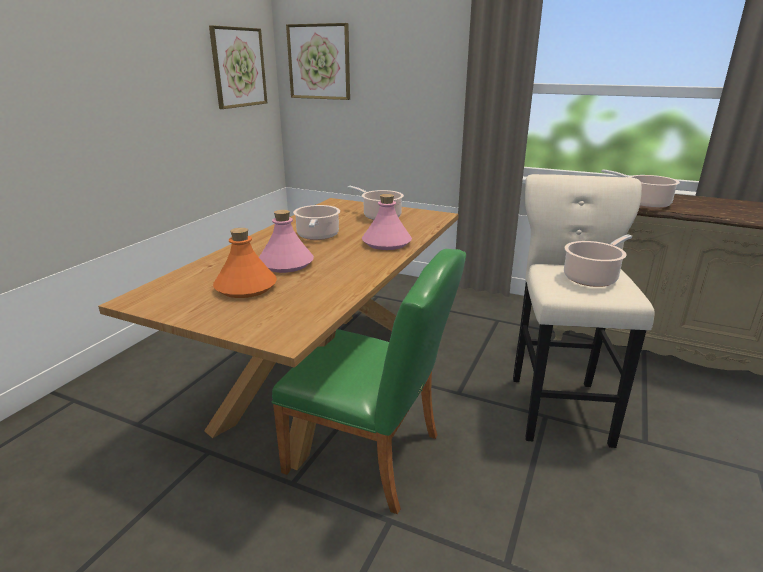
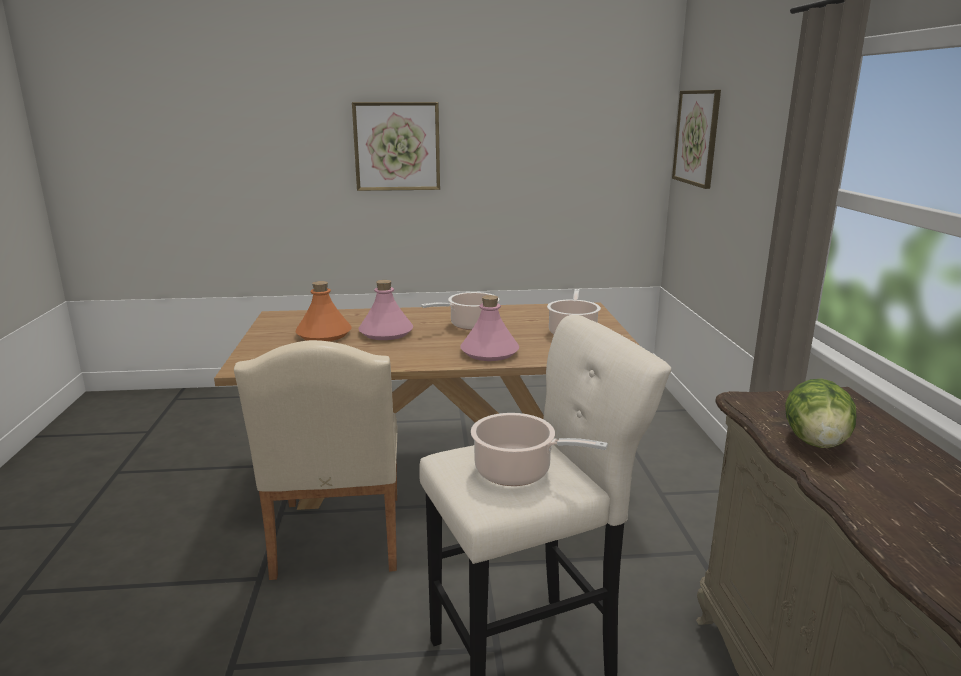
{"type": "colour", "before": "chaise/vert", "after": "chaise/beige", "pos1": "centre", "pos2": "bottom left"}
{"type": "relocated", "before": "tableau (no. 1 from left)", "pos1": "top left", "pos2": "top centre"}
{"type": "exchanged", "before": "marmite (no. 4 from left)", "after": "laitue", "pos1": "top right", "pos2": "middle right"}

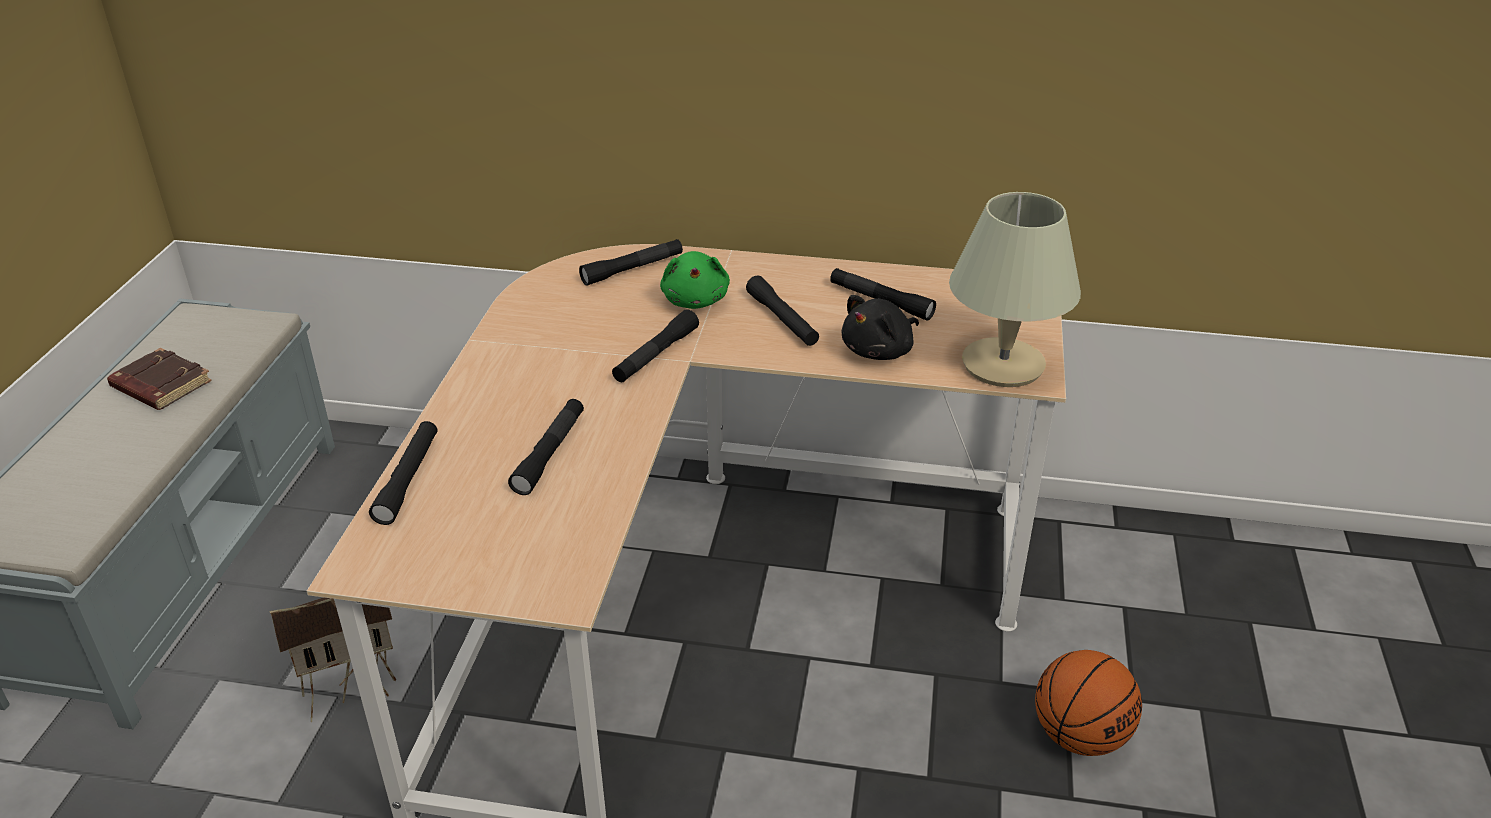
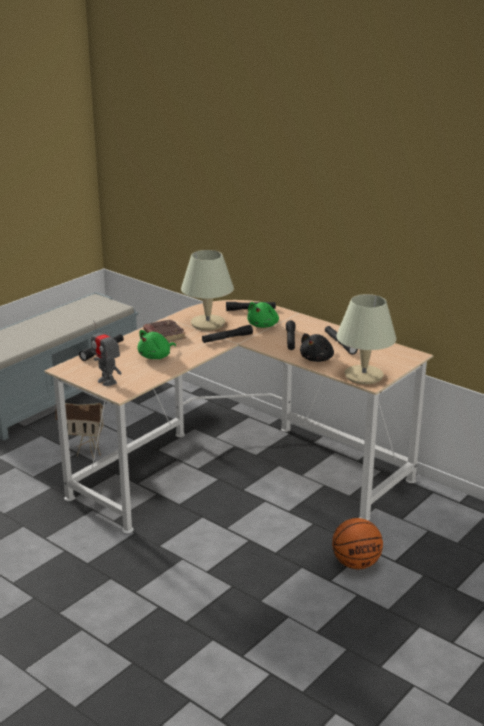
{"type": "appeared", "after": "robot jouet", "pos2": "middle left"}
{"type": "exchanged", "before": "lampe de poche/noir (no. 2 from left)", "after": "peluche/vert (no. 1 from left)", "pos1": "centre", "pos2": "middle left"}
{"type": "relocated", "before": "livre/marron", "pos1": "middle left", "pos2": "centre"}
{"type": "appeared", "after": "lampe de table/beige (no. 1 from left)", "pos2": "centre"}
{"type": "spun", "before": "peluche/noir", "pos1": "centre", "pos2": "centre", "turn": -45}

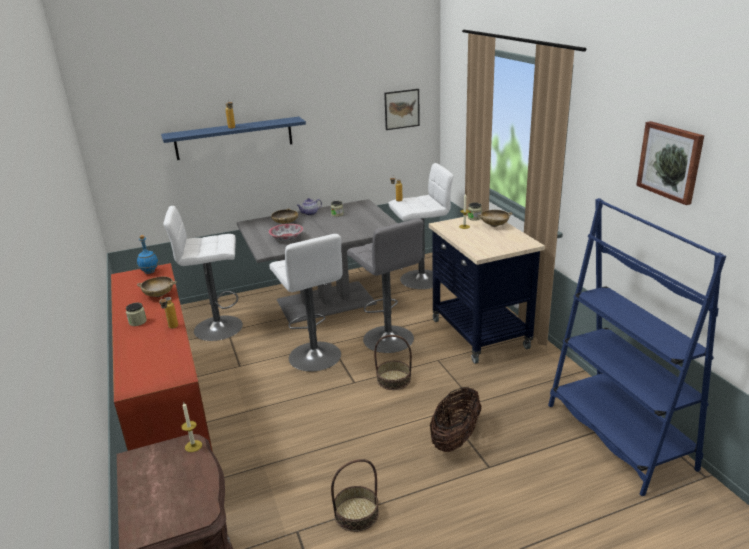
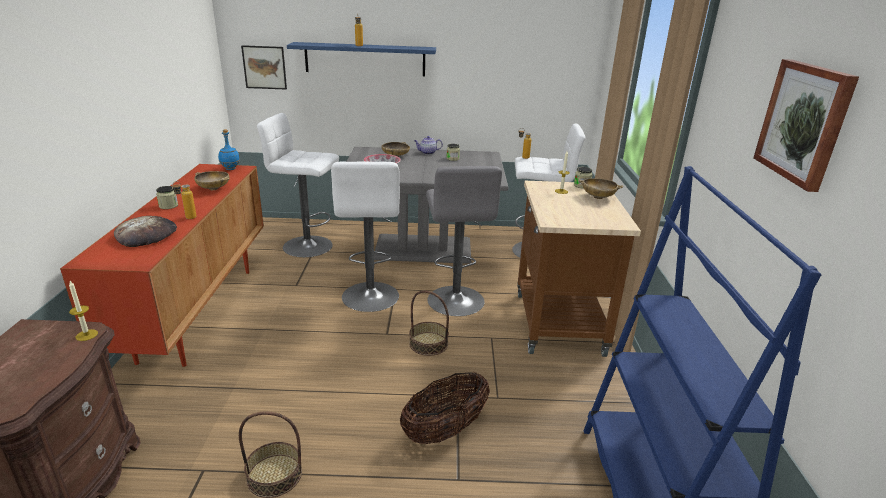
{"type": "appeared", "after": "pain", "pos2": "middle left"}
{"type": "relocated", "before": "tableau (no. 1 from left)", "pos1": "top centre", "pos2": "top left"}
{"type": "colour", "before": "chariot/bleu", "after": "chariot/marron", "pos1": "centre", "pos2": "centre"}

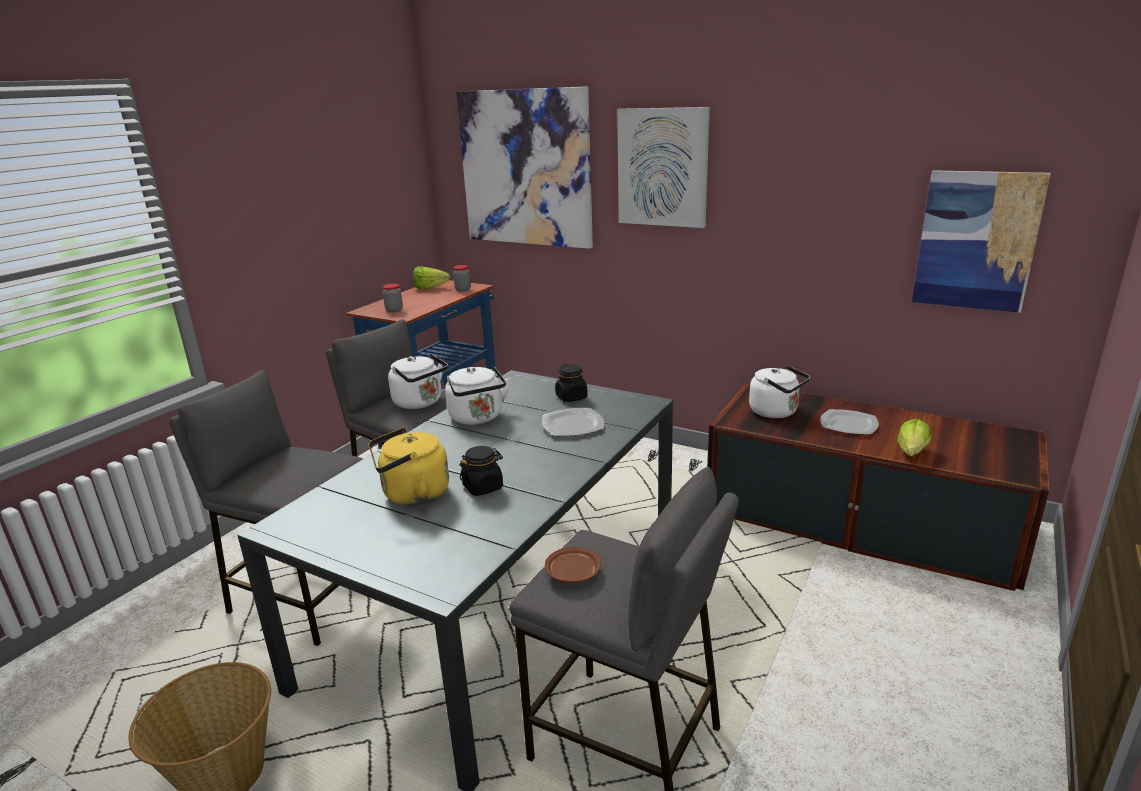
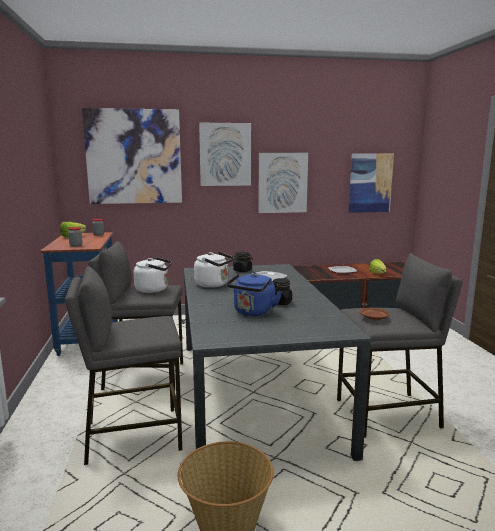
{"type": "colour", "before": "bouilloire/jaune", "after": "bouilloire/bleu", "pos1": "centre", "pos2": "centre"}
{"type": "appeared", "after": "tableau (no. 3 from left)", "pos2": "centre"}
{"type": "missing", "before": "bouilloire/blanc (no. 3 from left)", "pos1": "middle right"}

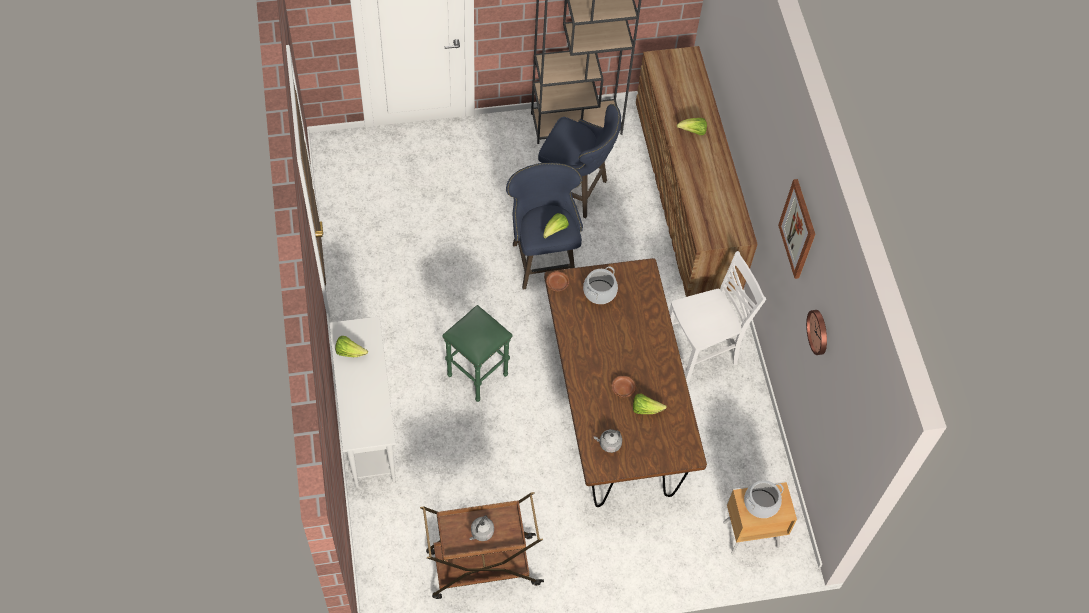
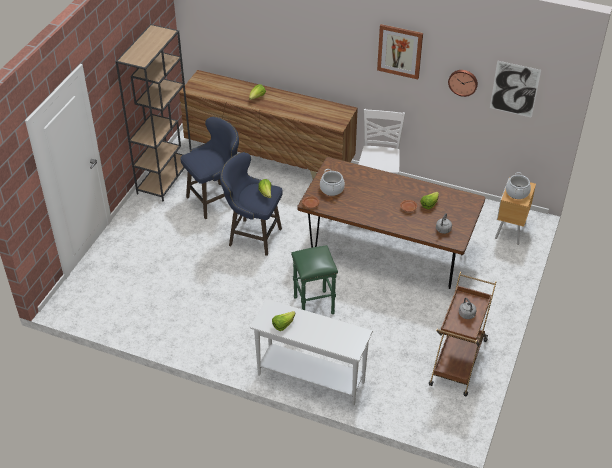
{"type": "appeared", "after": "tableau (no. 2 from left)", "pos2": "top right"}

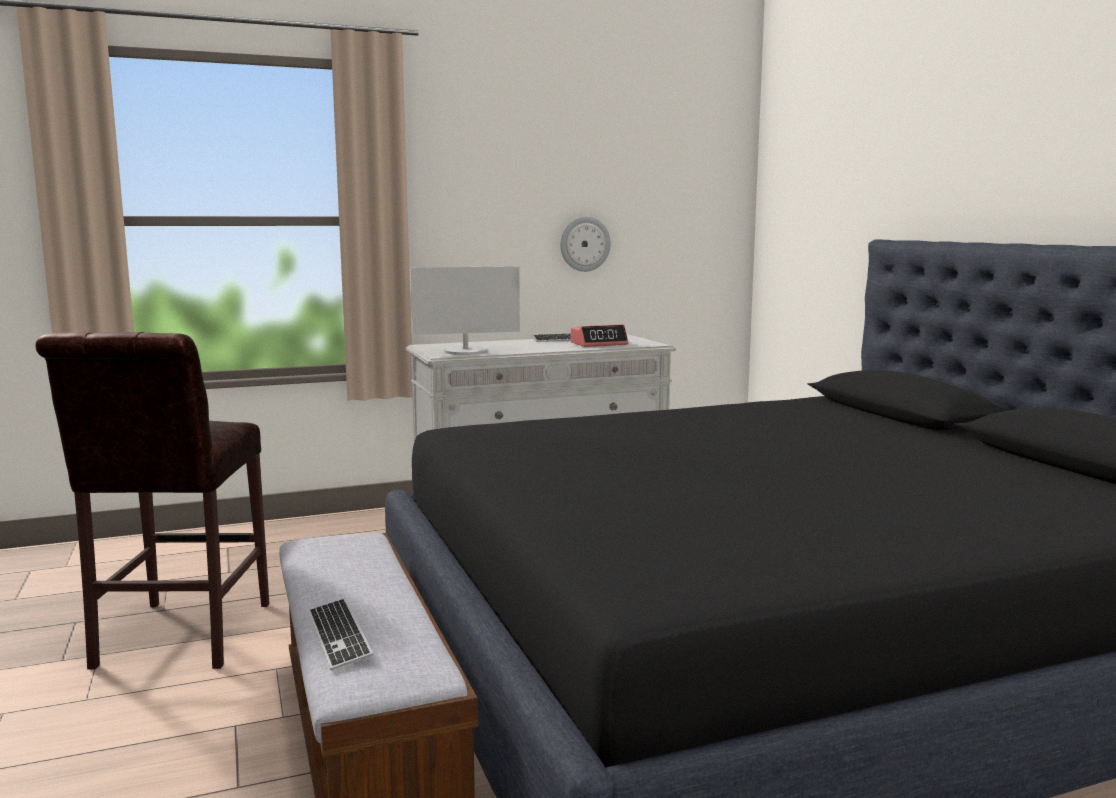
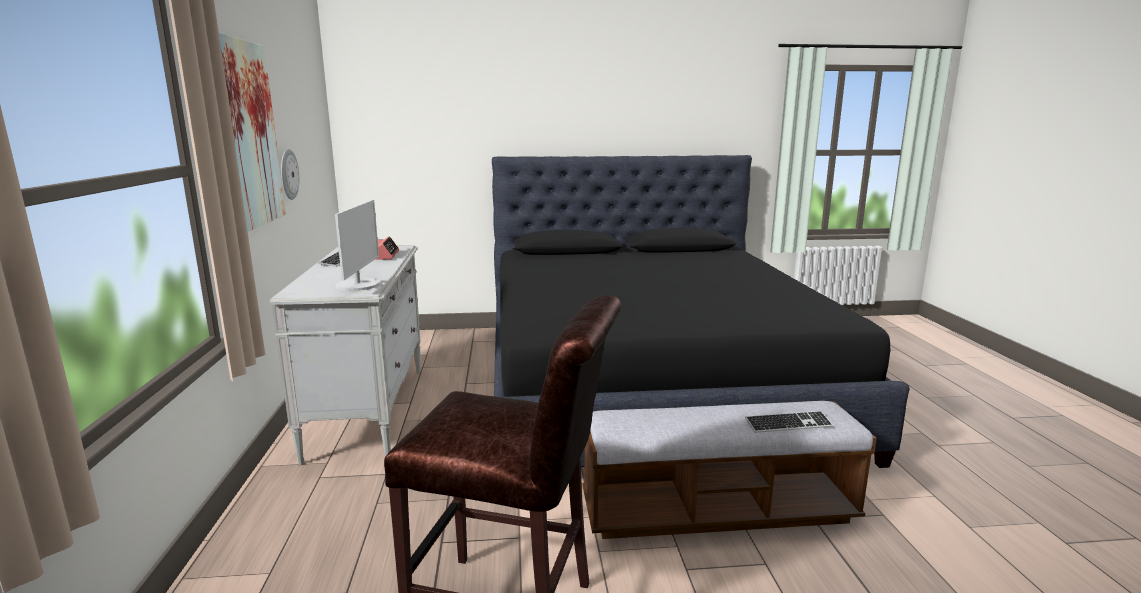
{"type": "appeared", "after": "tableau", "pos2": "top left"}

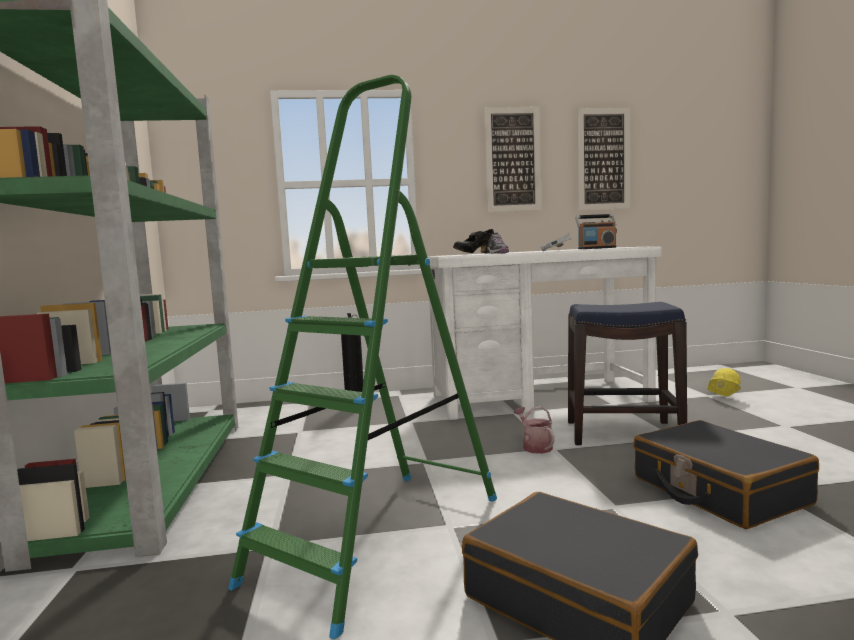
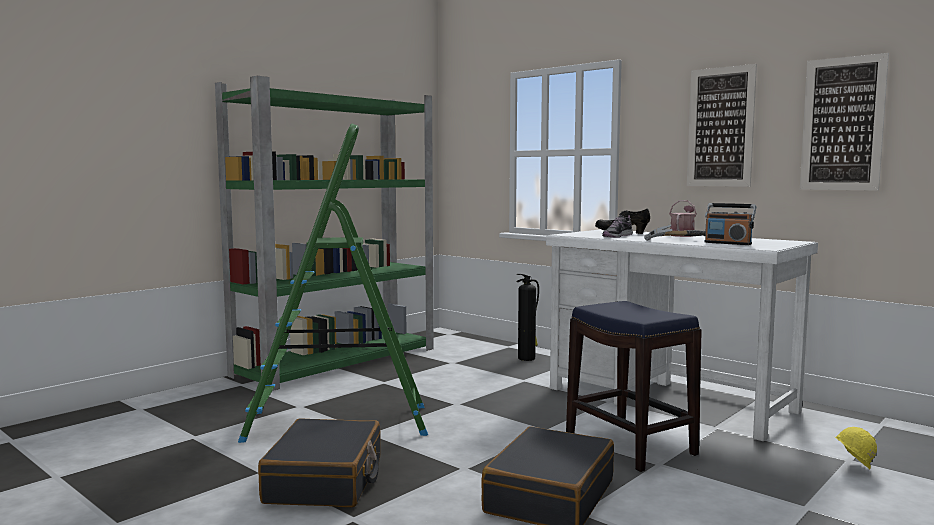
{"type": "relocated", "before": "arrosoir", "pos1": "bottom centre", "pos2": "middle right"}

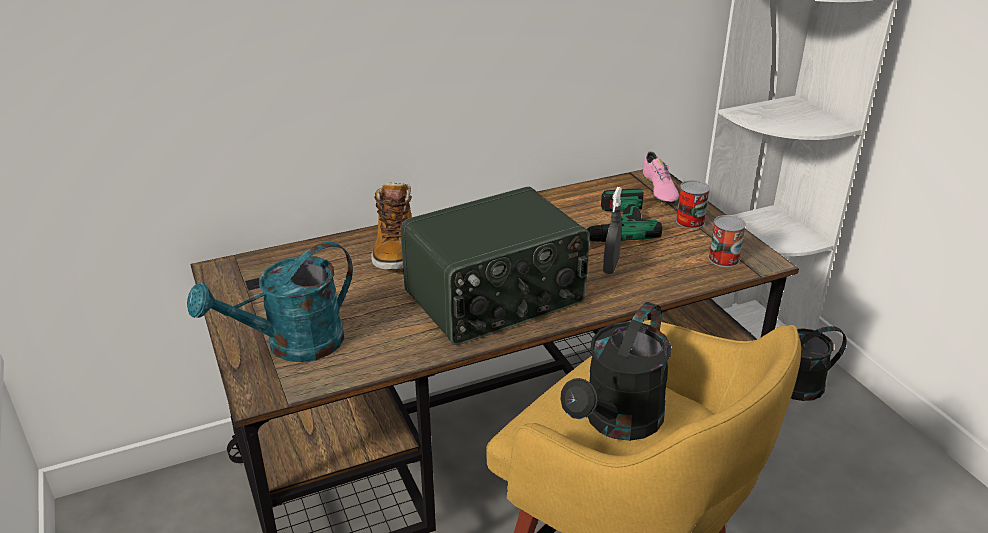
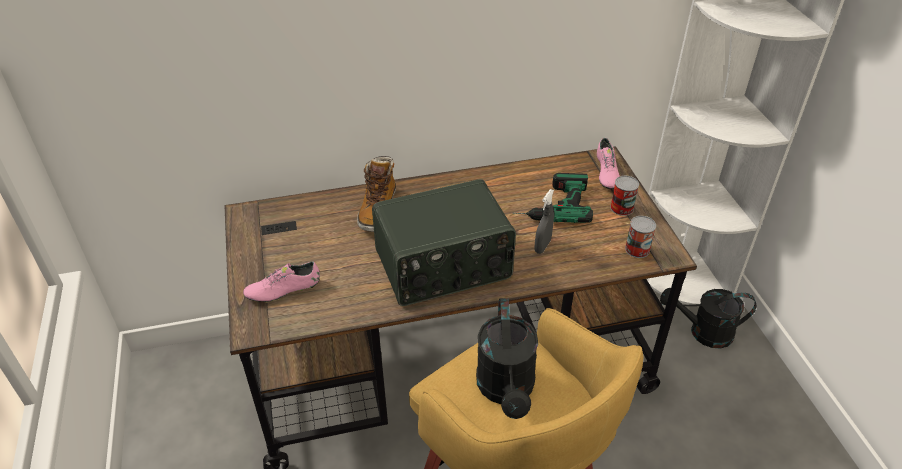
{"type": "exchanged", "before": "arrosoir/turquoise", "after": "chaussure/rose (no. 1 from left)", "pos1": "middle left", "pos2": "middle left"}
{"type": "spun", "before": "arrosoir/noir (no. 1 from left)", "pos1": "bottom centre", "pos2": "bottom centre", "turn": -45}

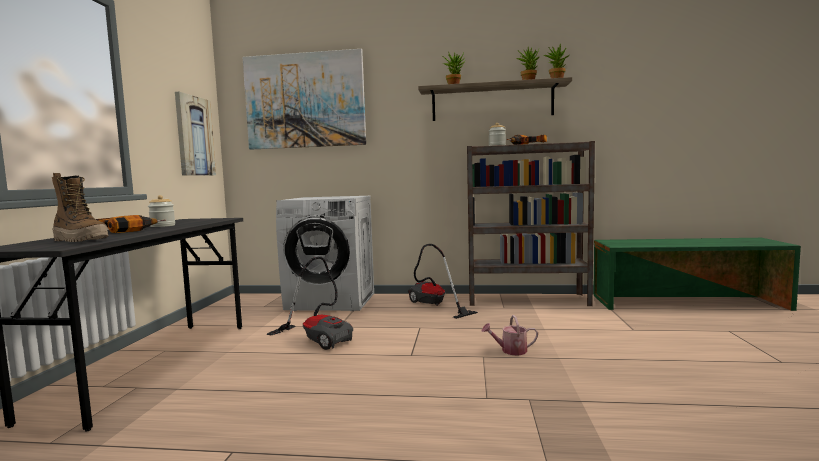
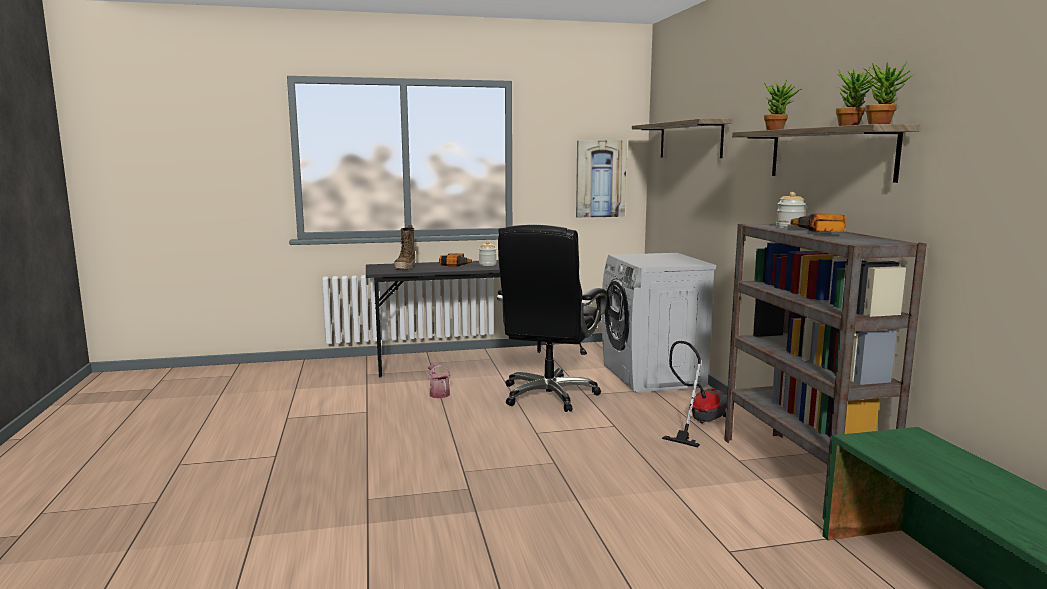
{"type": "relocated", "before": "arrosoir", "pos1": "bottom centre", "pos2": "centre"}
{"type": "exchanged", "before": "aspirateur (no. 1 from left)", "after": "chaise de bureau/noir", "pos1": "centre", "pos2": "centre"}
{"type": "exchanged", "before": "tableau (no. 2 from left)", "after": "étagère (no. 1 from left)", "pos1": "top centre", "pos2": "top centre"}

